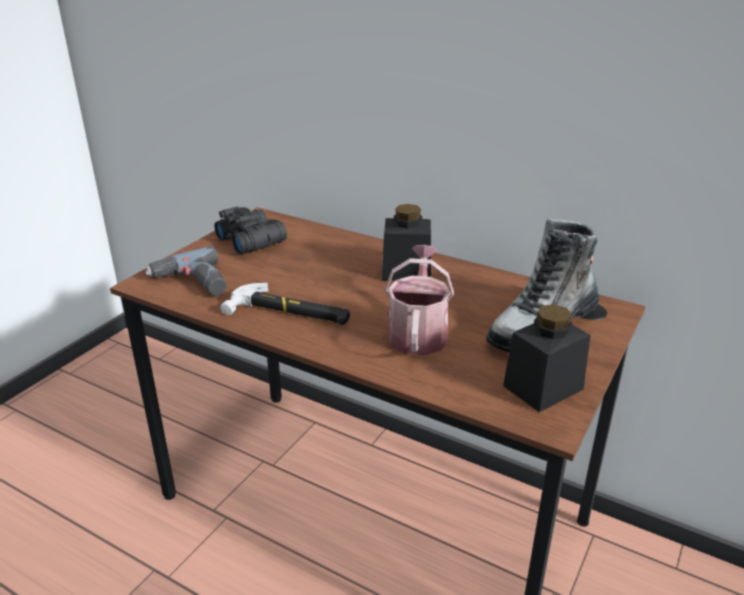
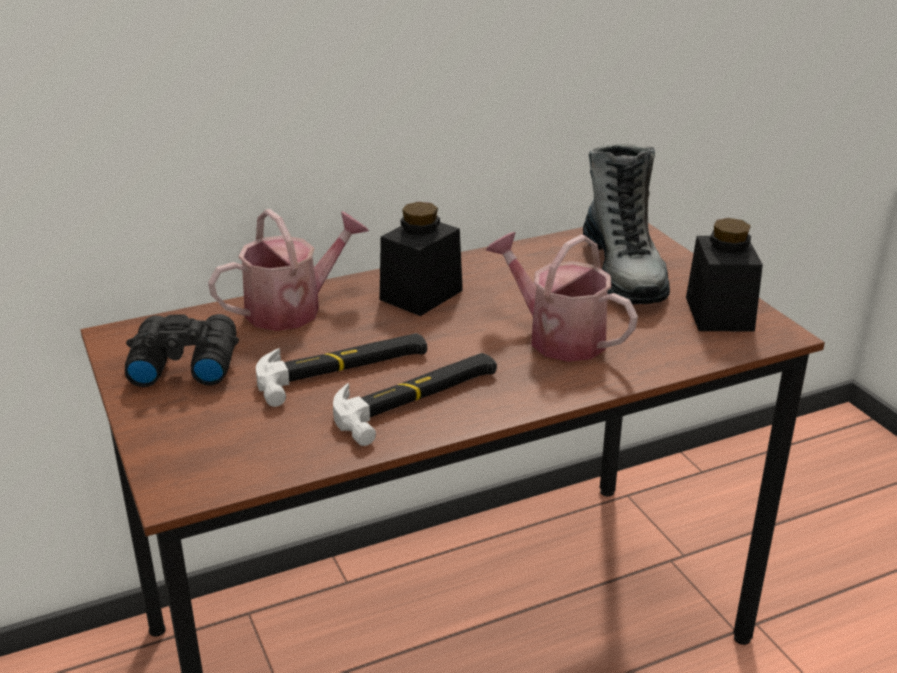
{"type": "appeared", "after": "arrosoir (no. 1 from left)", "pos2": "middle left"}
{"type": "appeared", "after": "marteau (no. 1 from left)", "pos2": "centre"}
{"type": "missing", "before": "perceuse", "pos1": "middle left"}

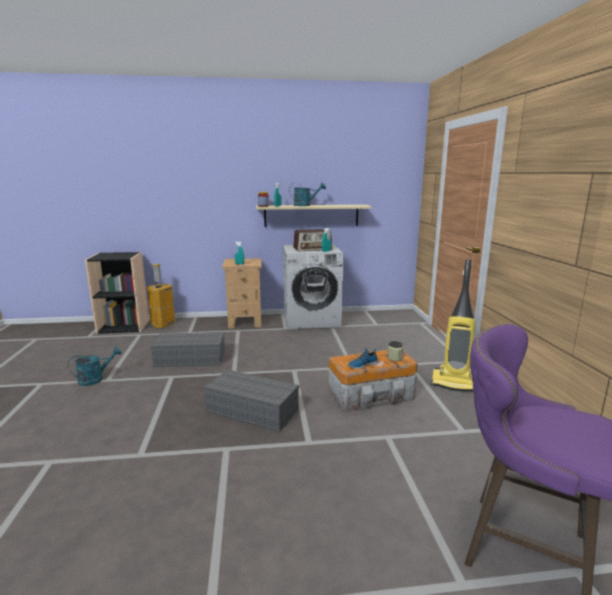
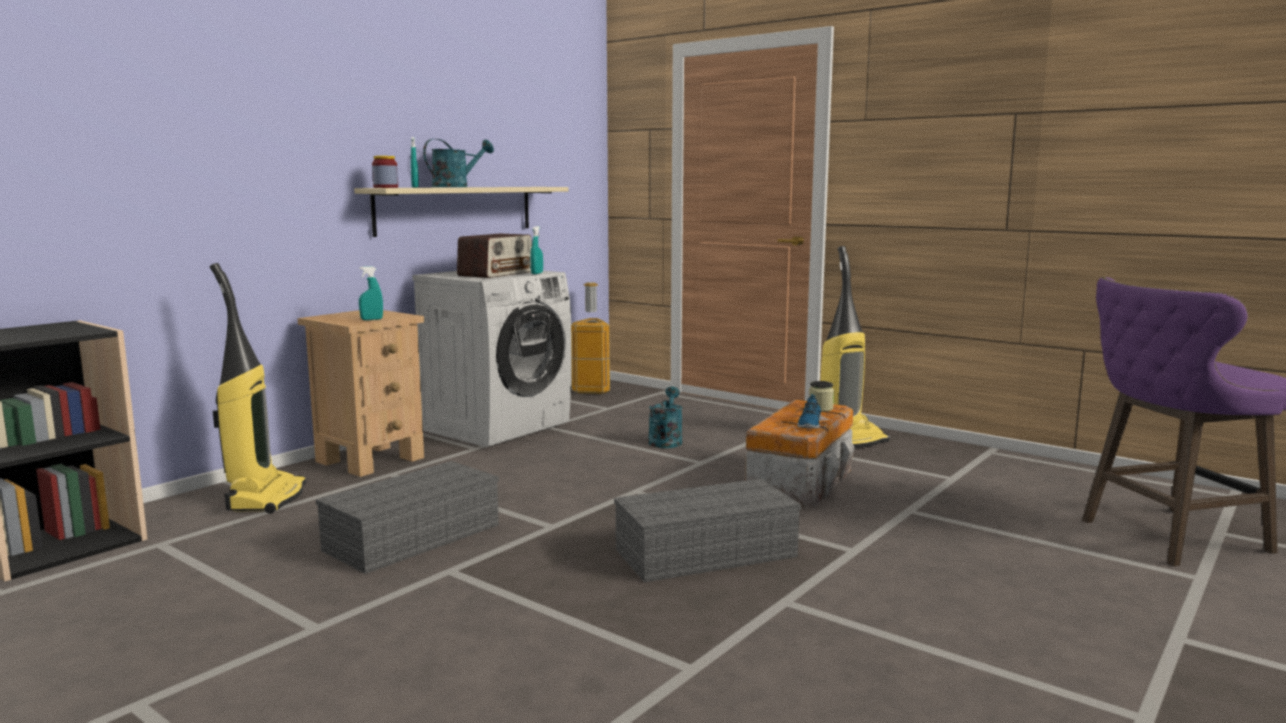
{"type": "appeared", "after": "aspirateur (no. 1 from left)", "pos2": "middle left"}
{"type": "relocated", "before": "poubelle", "pos1": "middle left", "pos2": "centre"}
{"type": "relocated", "before": "arrosoir/turquoise (no. 1 from left in the first image)", "after": "arrosoir/turquoise (no. 2 from left)", "pos1": "middle left", "pos2": "centre"}

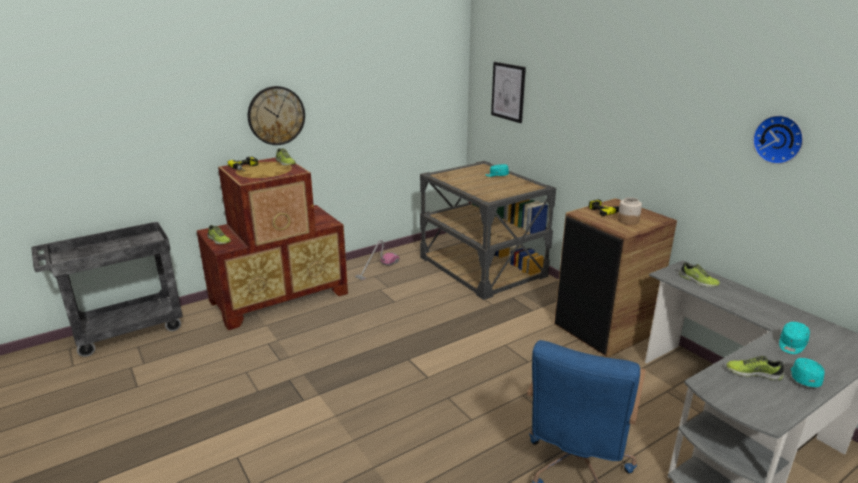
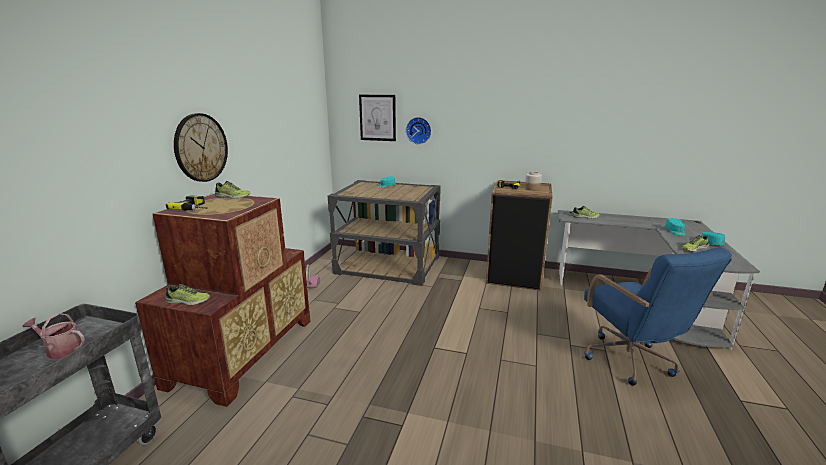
{"type": "appeared", "after": "arrosoir", "pos2": "bottom left"}
{"type": "relocated", "before": "horloge murale (no. 2 from left)", "pos1": "top right", "pos2": "top centre"}

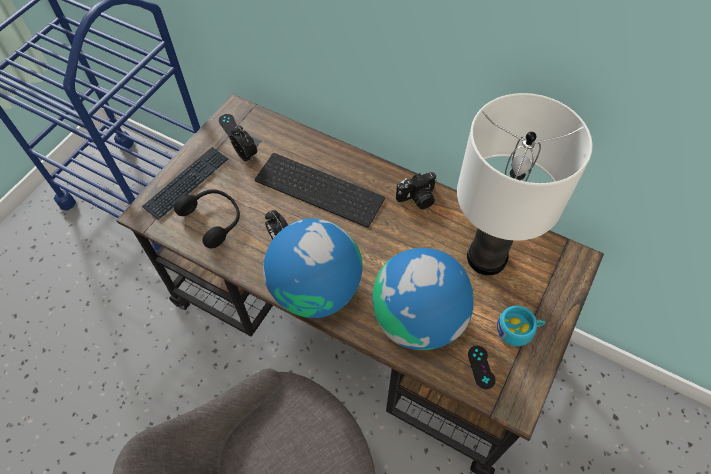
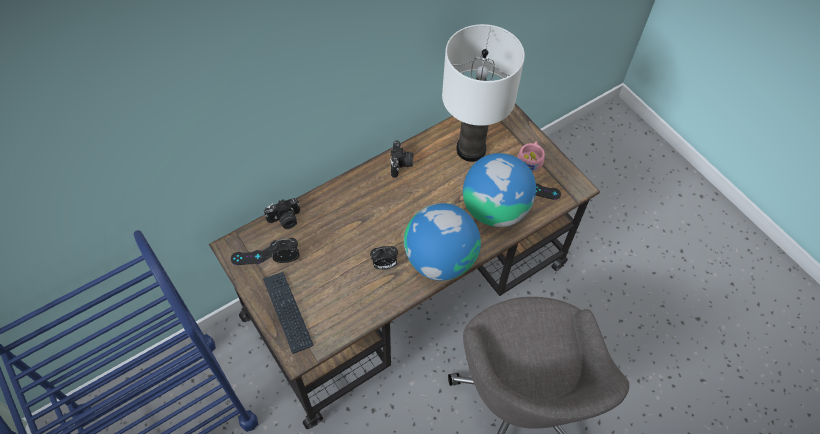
{"type": "appeared", "after": "appareil photo (no. 1 from left)", "pos2": "centre"}
{"type": "colour", "before": "tasse/turquoise", "after": "tasse/rose", "pos1": "bottom right", "pos2": "centre"}
{"type": "missing", "before": "casque audio/noir", "pos1": "middle left"}
{"type": "missing", "before": "clavier (no. 2 from left)", "pos1": "centre"}

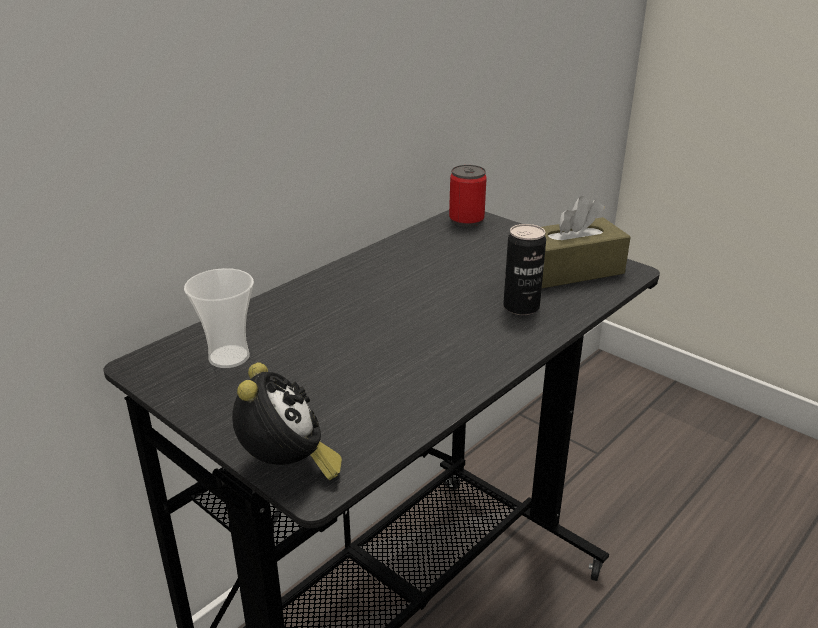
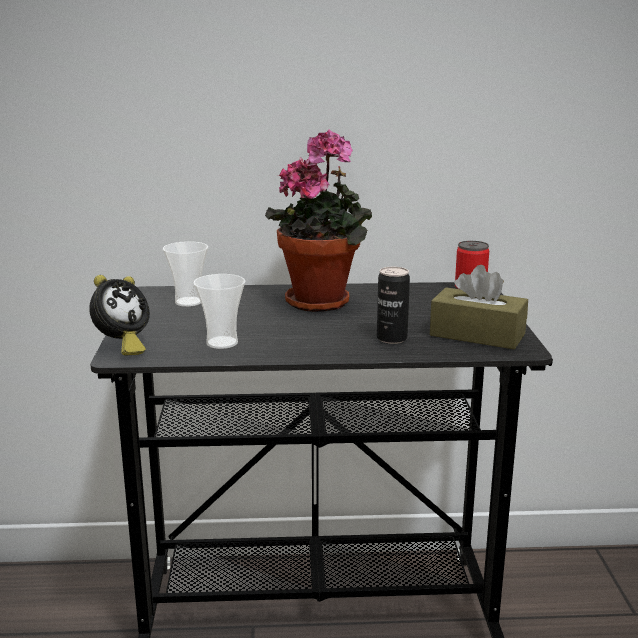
{"type": "appeared", "after": "tasse (no. 2 from left)", "pos2": "centre"}
{"type": "appeared", "after": "plante en pot", "pos2": "centre"}

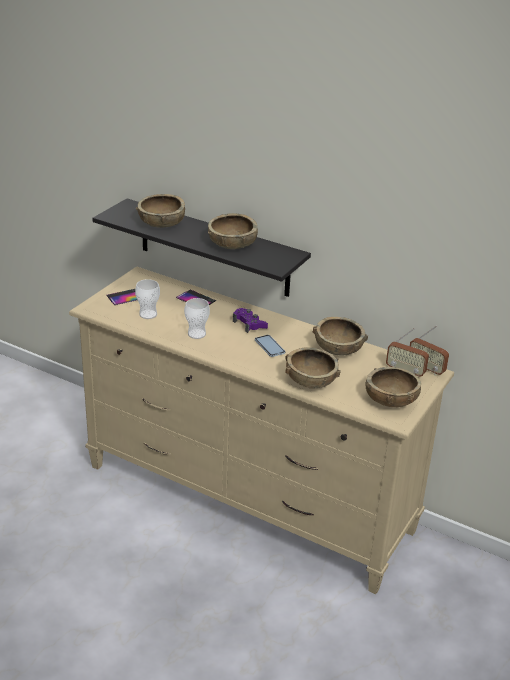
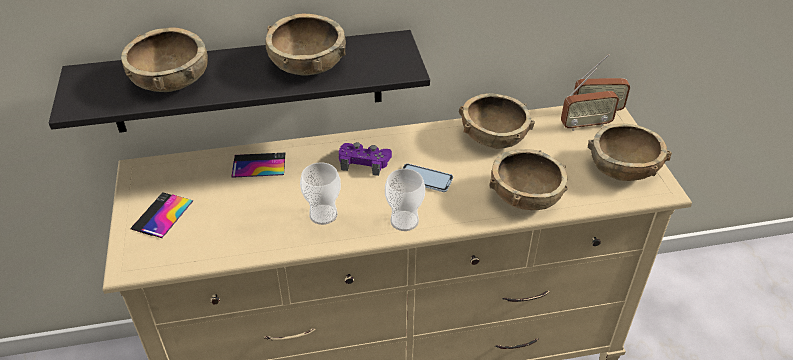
{"type": "relocated", "before": "tasse (no. 1 from left in the first image)", "after": "tasse (no. 2 from left)", "pos1": "middle left", "pos2": "centre"}

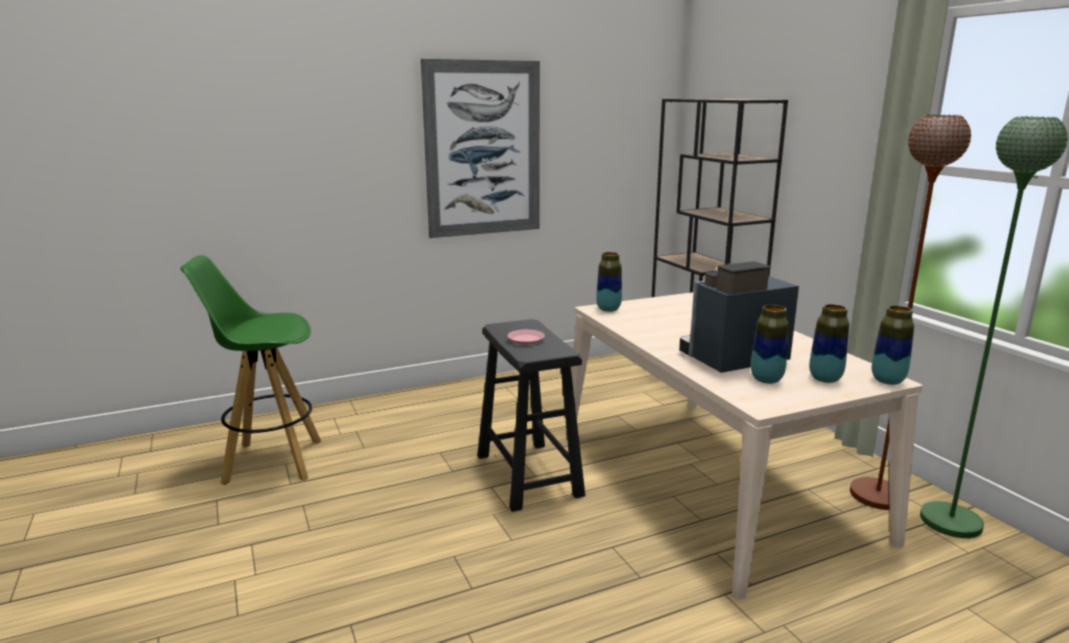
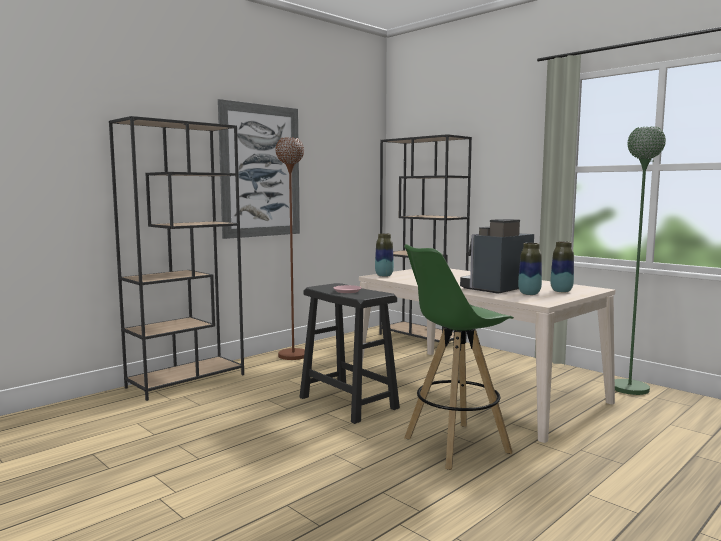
{"type": "appeared", "after": "bibliothèque (no. 1 from left)", "pos2": "middle left"}
{"type": "relocated", "before": "lampadaire/marron", "pos1": "middle right", "pos2": "centre"}
{"type": "relocated", "before": "tabouret/vert", "pos1": "middle left", "pos2": "centre"}
{"type": "missing", "before": "vase (no. 4 from left)", "pos1": "middle right"}

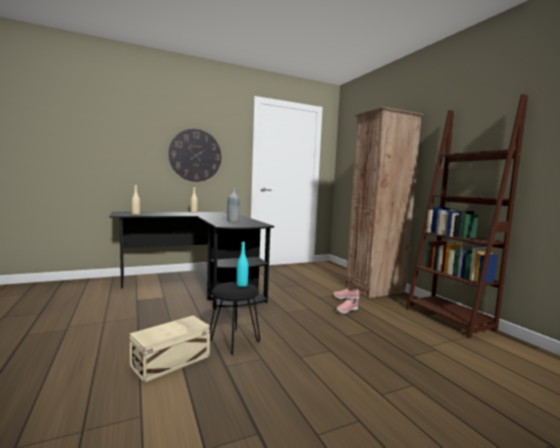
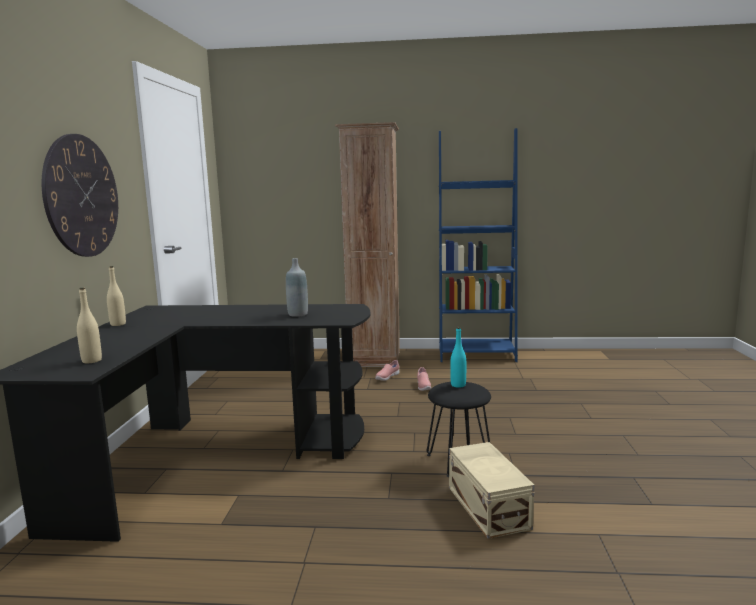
{"type": "colour", "before": "bibliothèque/marron", "after": "bibliothèque/bleu", "pos1": "middle right", "pos2": "centre"}

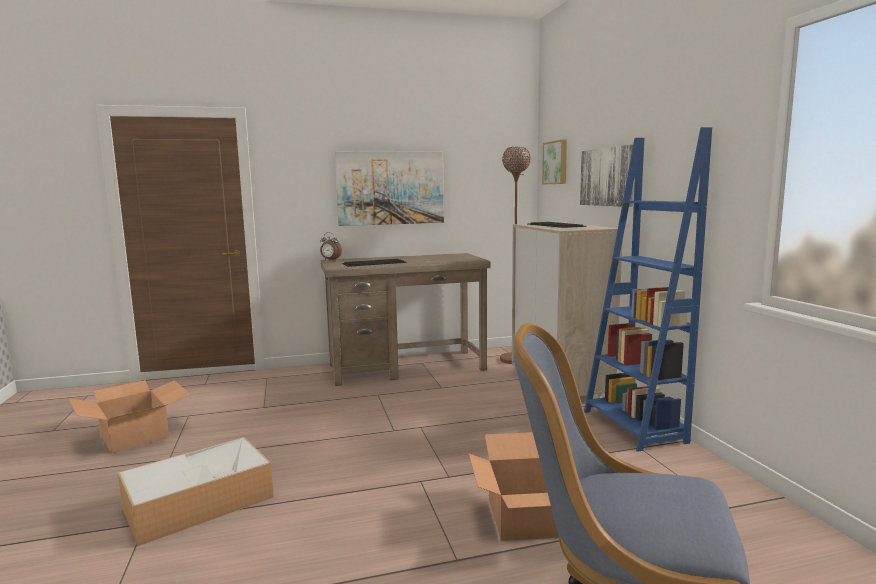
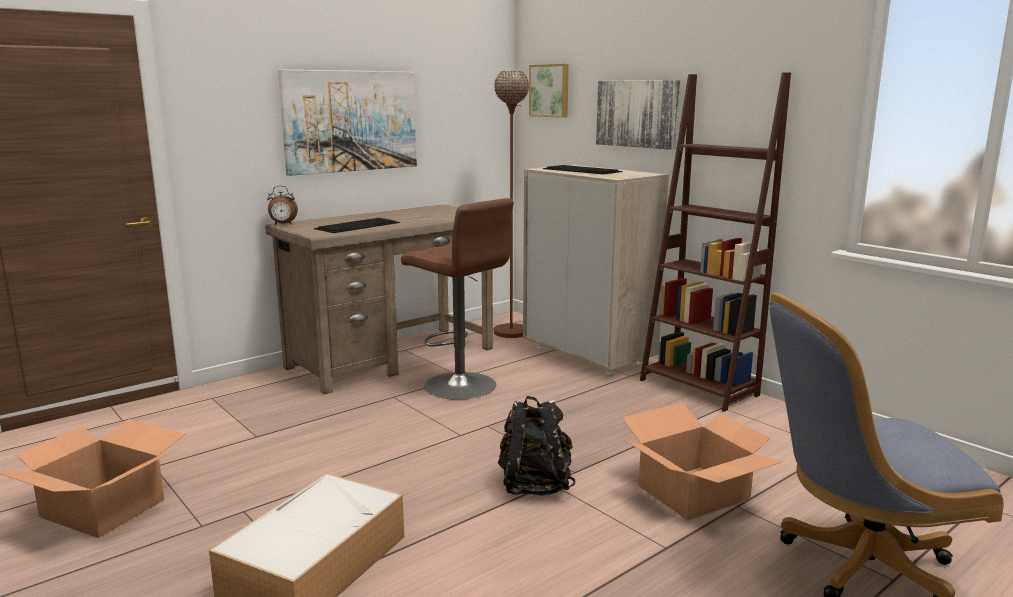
{"type": "appeared", "after": "tabouret/marron", "pos2": "centre"}
{"type": "appeared", "after": "sac à dos/noir", "pos2": "bottom centre"}
{"type": "colour", "before": "bibliothèque/bleu", "after": "bibliothèque/marron", "pos1": "middle right", "pos2": "middle right"}

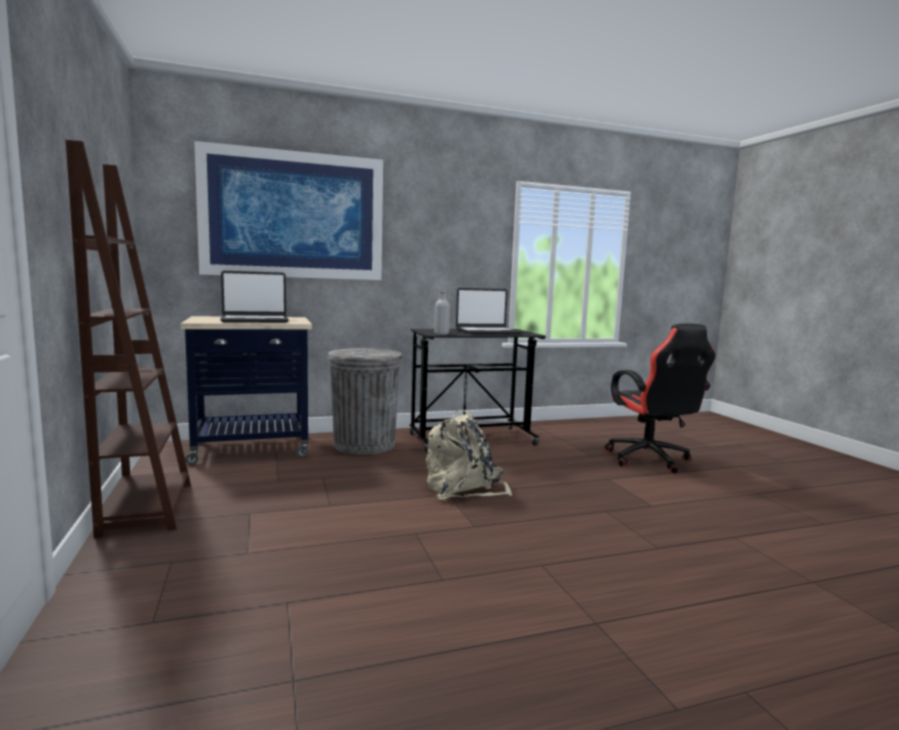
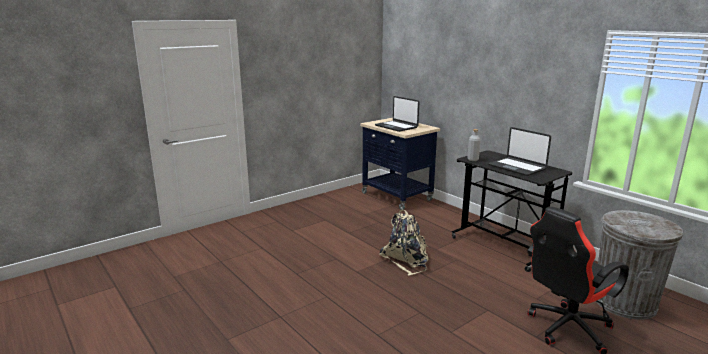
{"type": "relocated", "before": "poubelle/gris", "pos1": "centre", "pos2": "bottom right"}
{"type": "missing", "before": "bibliothèque/marron", "pos1": "middle left"}
{"type": "missing", "before": "tableau", "pos1": "top left"}

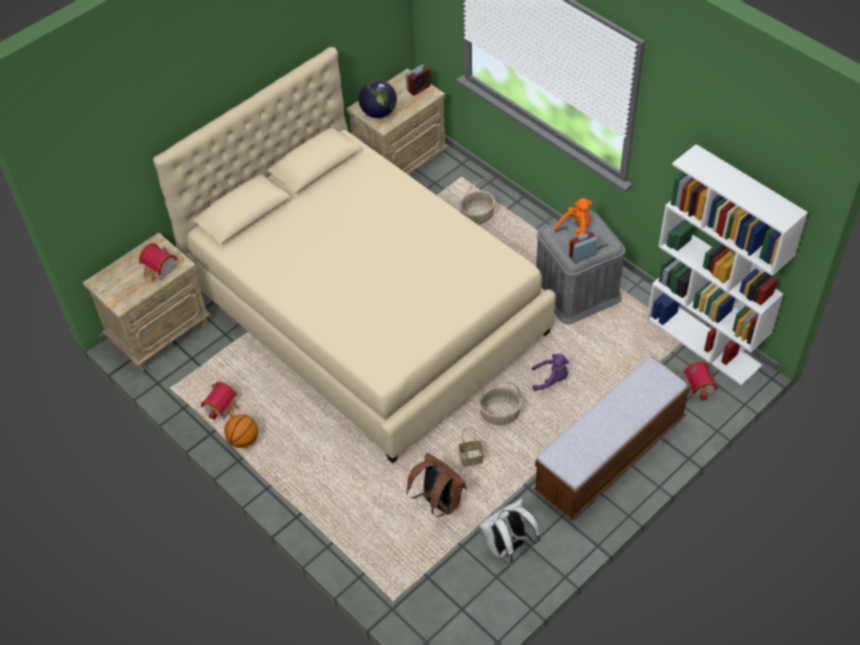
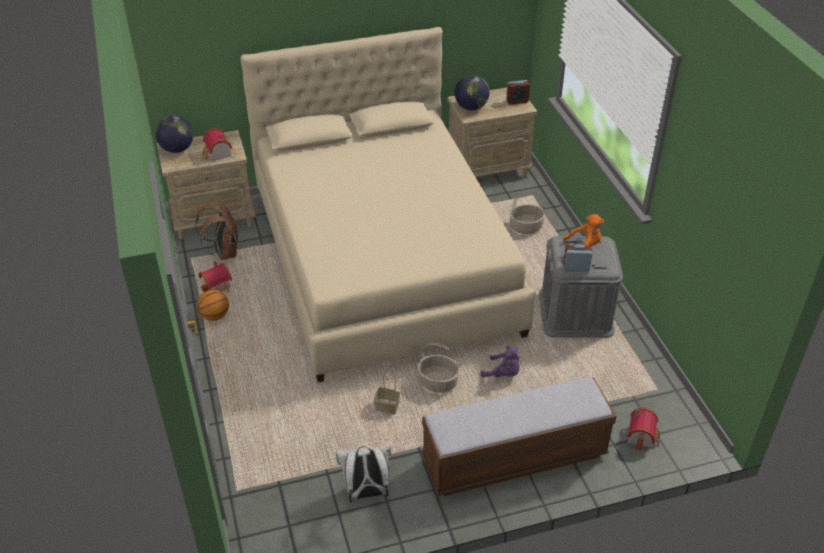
{"type": "appeared", "after": "globe (no. 1 from left)", "pos2": "top left"}
{"type": "relocated", "before": "sac à dos/marron", "pos1": "bottom centre", "pos2": "middle left"}
{"type": "missing", "before": "bibliothèque/blanc", "pos1": "middle right"}

